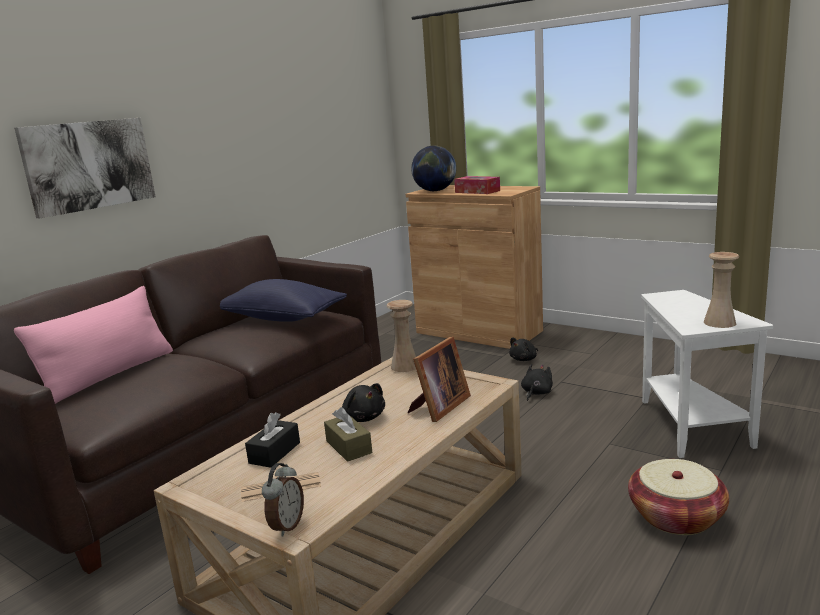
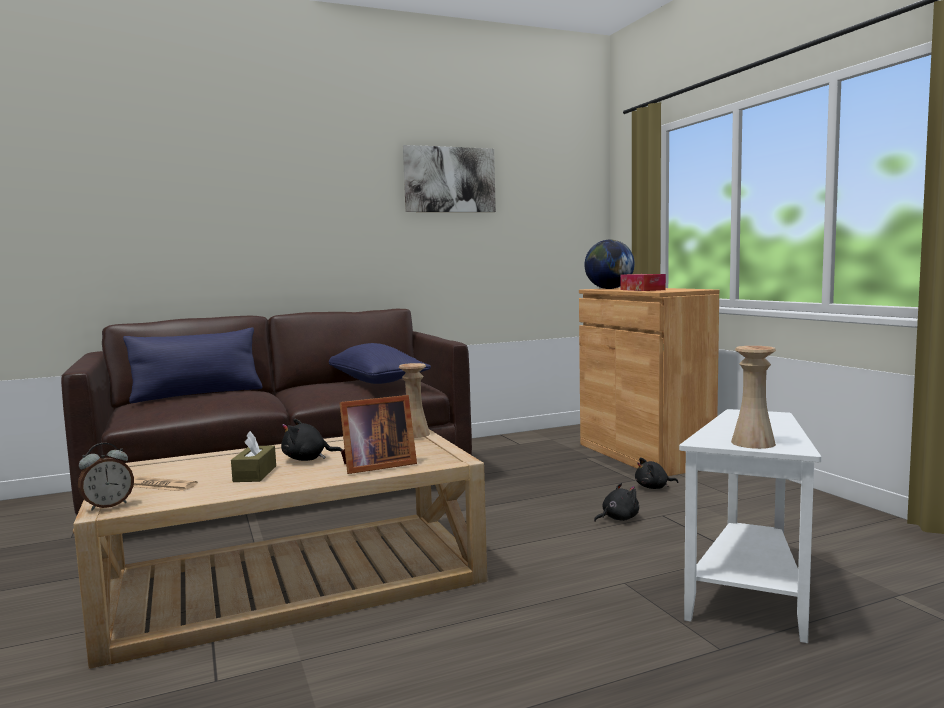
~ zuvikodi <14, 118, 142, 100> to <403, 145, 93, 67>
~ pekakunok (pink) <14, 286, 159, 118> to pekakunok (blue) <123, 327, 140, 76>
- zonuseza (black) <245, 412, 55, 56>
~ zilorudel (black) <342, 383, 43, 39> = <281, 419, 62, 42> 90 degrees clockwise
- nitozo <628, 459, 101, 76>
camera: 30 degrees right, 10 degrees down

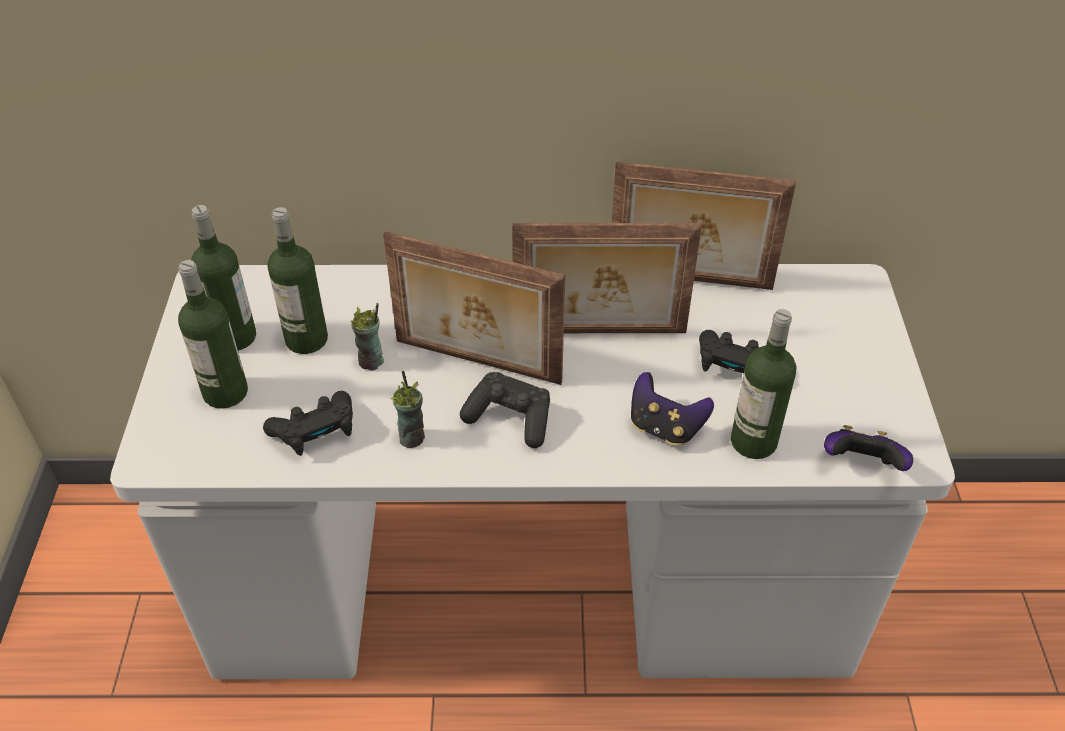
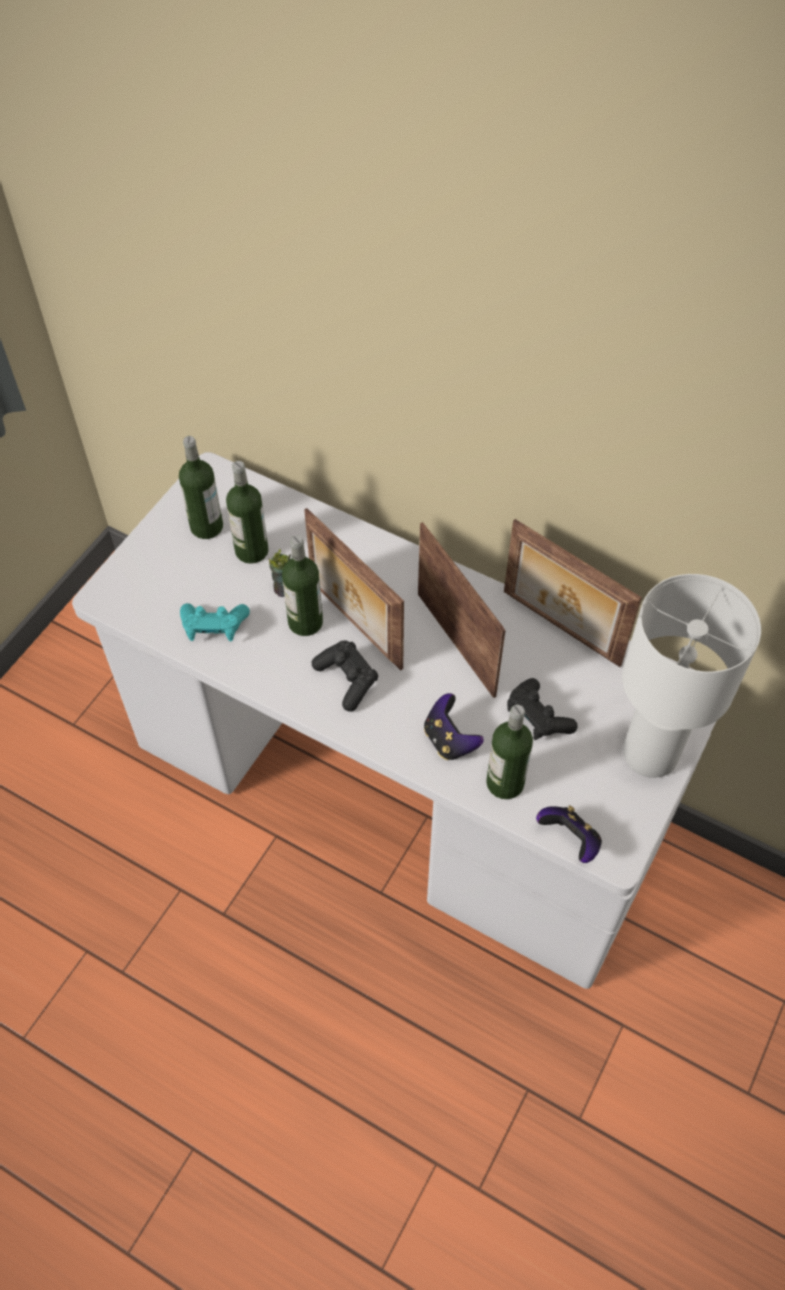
~ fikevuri <178, 260, 70, 149> to <282, 535, 41, 101>
~ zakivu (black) <263, 391, 90, 65> to zakivu (turquoise) <180, 603, 70, 39>
- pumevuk <390, 371, 35, 77>
~ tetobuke <512, 223, 190, 110> = <418, 522, 88, 176> 150 degrees counterclockwise
+ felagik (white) <622, 574, 139, 204>
camera: 30 degrees right, 10 degrees up

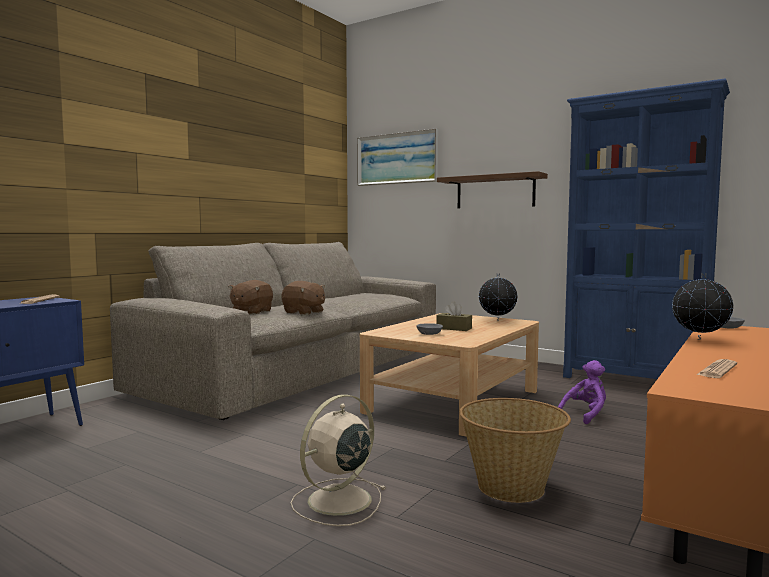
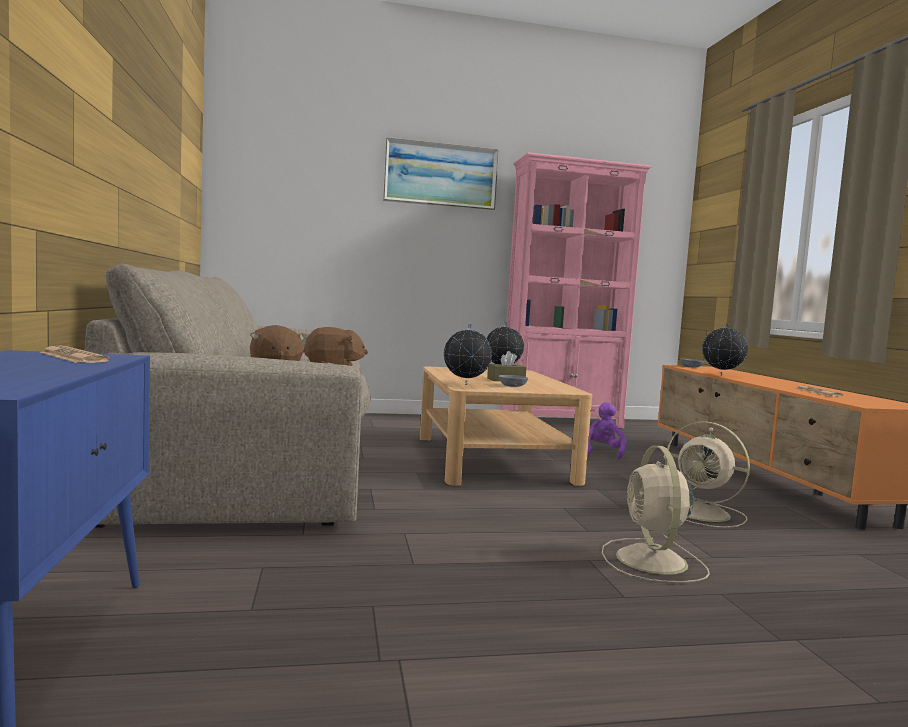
~ zuvikodi <357, 129, 81, 57> to <383, 137, 116, 74>
- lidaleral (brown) <437, 171, 111, 37>
~ nitozo <459, 398, 112, 105> to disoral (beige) <667, 421, 83, 107>
~ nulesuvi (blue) <563, 79, 167, 300> to nulesuvi (pink) <501, 152, 150, 276>
+ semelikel <444, 324, 48, 61>
camera: 45 degrees left, 0 degrees up

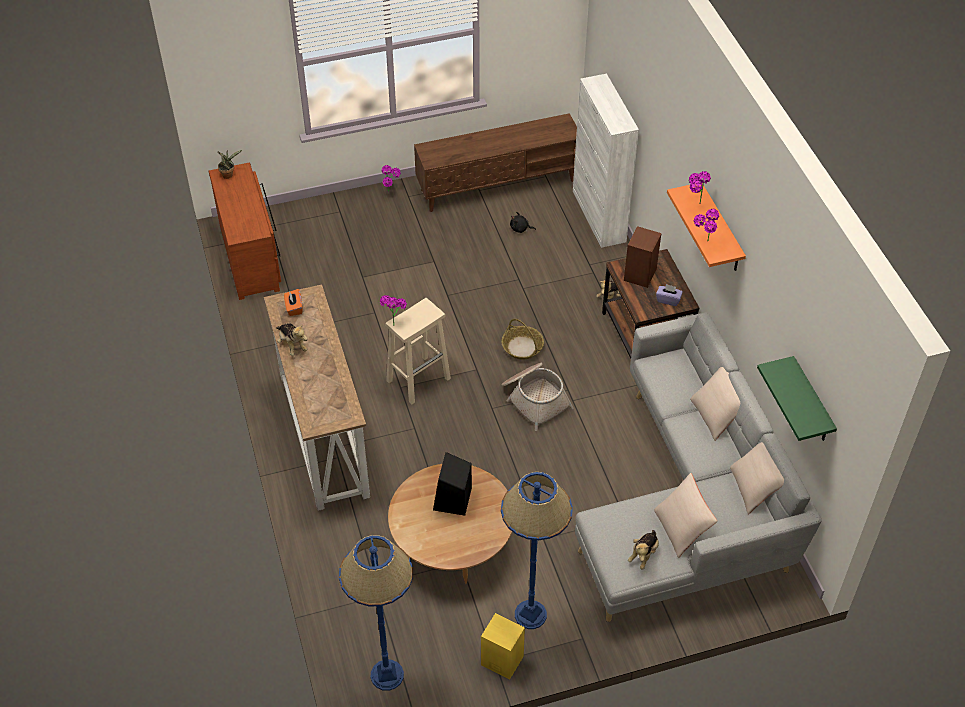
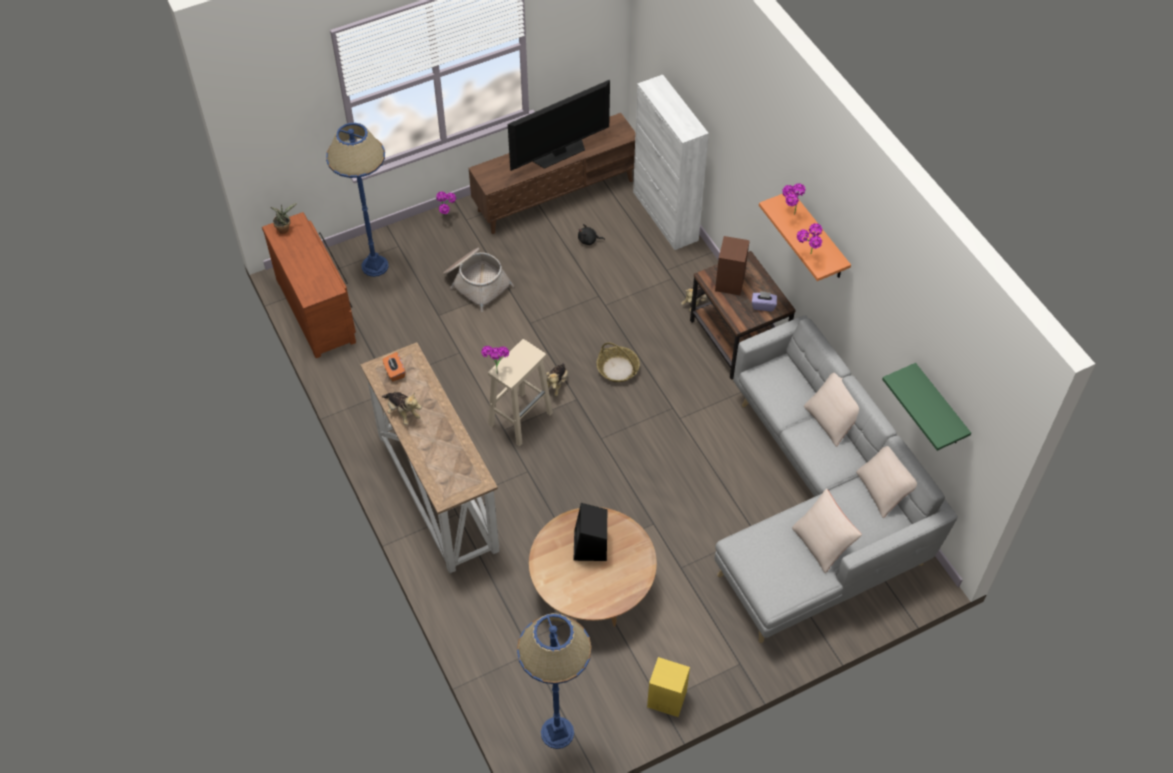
~ nitozo <501, 363, 72, 68> to <443, 248, 71, 64>
~ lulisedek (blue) <501, 472, 72, 157> to <326, 123, 63, 154>
~ zilorudel <628, 530, 31, 39> to <546, 363, 22, 33>
+ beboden <508, 80, 102, 91>
camera: 10 degrees left, 5 degrees up

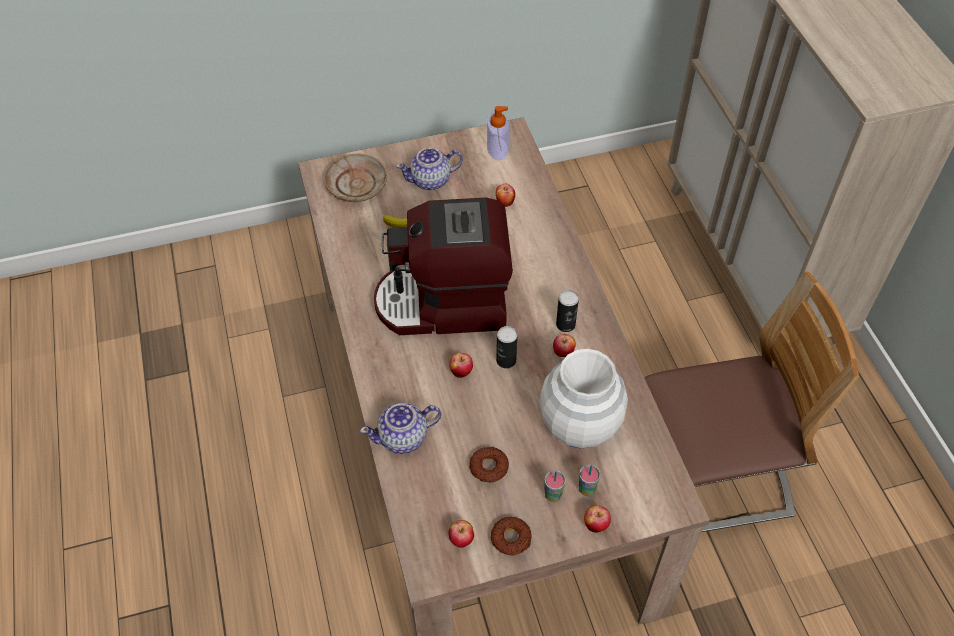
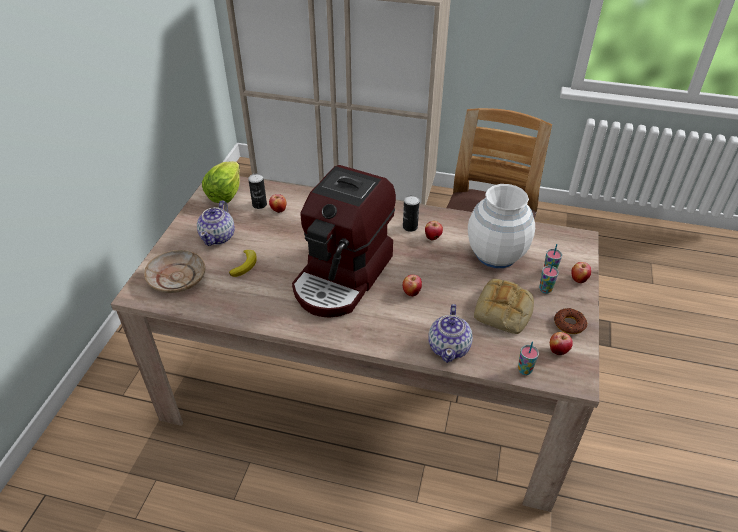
~ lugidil <469, 447, 40, 35> to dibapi <474, 279, 60, 55>
~ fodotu <487, 106, 22, 54> to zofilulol <202, 161, 38, 42>
~ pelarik <496, 326, 21, 43> to <248, 173, 19, 36>
+ pumevuk <518, 342, 21, 33>
camera: 60 degrees left, 10 degrees down

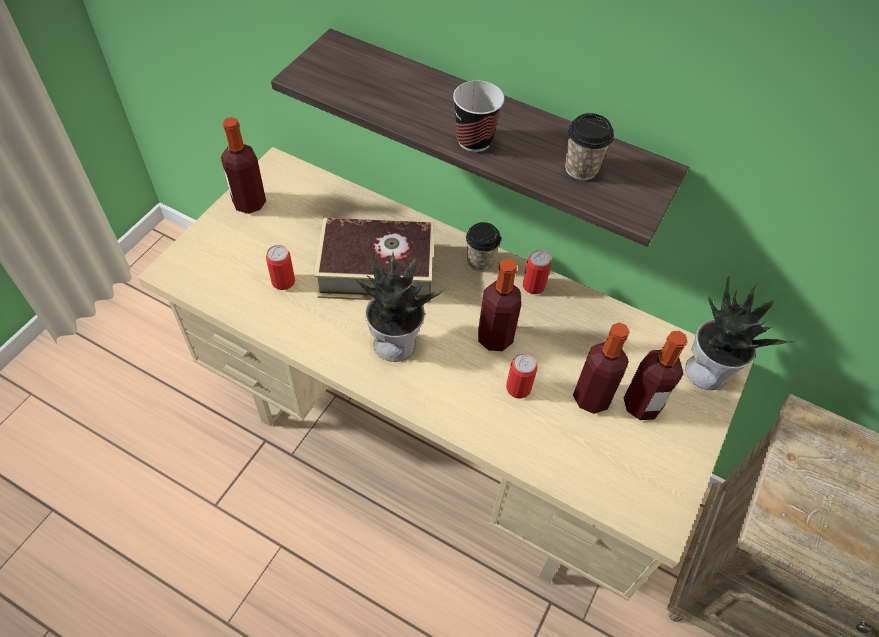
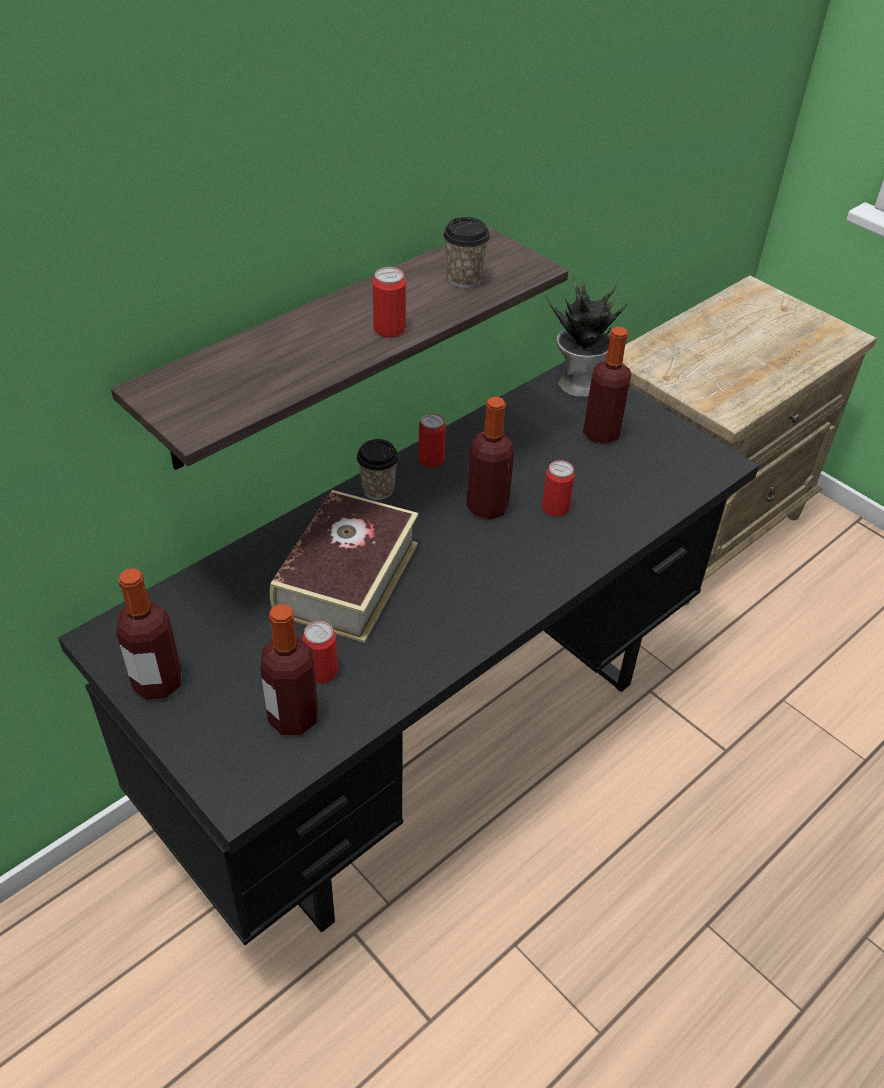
~ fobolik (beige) <138, 147, 615, 454> to fobolik (black) <58, 361, 701, 584>
- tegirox <357, 252, 92, 110>
~ pumevuk <453, 81, 51, 71> to pelarik <373, 267, 33, 71>
~ fikevuri <573, 323, 57, 91> to <260, 604, 58, 131>
camera: 70 degrees left, 10 degrees down

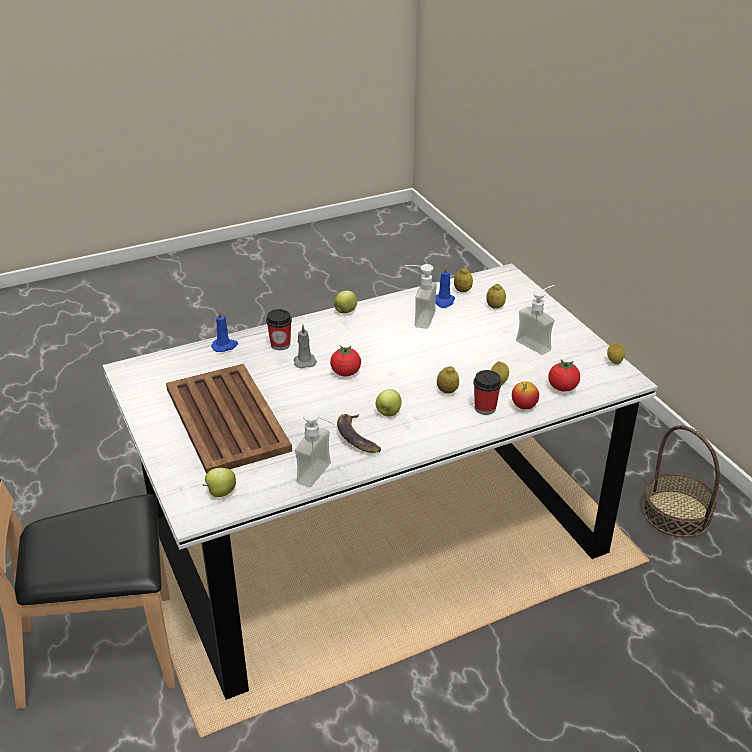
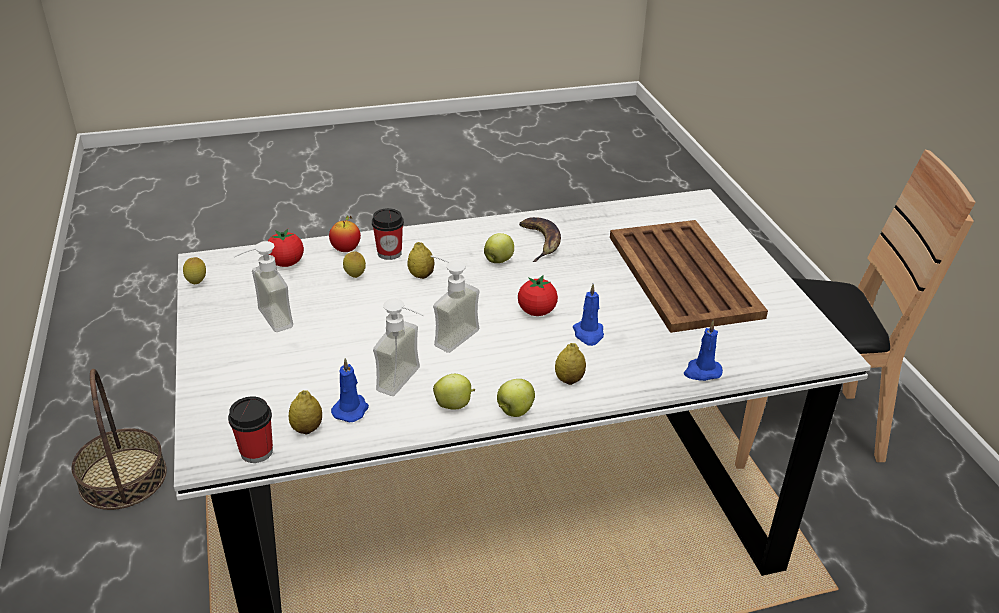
~ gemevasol <203, 468, 33, 29> to <433, 374, 42, 36>
~ pumevuk <266, 309, 26, 41> to <228, 397, 45, 66>
~ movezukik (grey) <294, 325, 23, 43> to movezukik (blue) <573, 284, 31, 62>
~ fodotu <295, 410, 40, 77> to <431, 255, 49, 98>
~ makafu <486, 284, 20, 25> to <555, 343, 31, 42>
camera: 170 degrees left, 0 degrees up

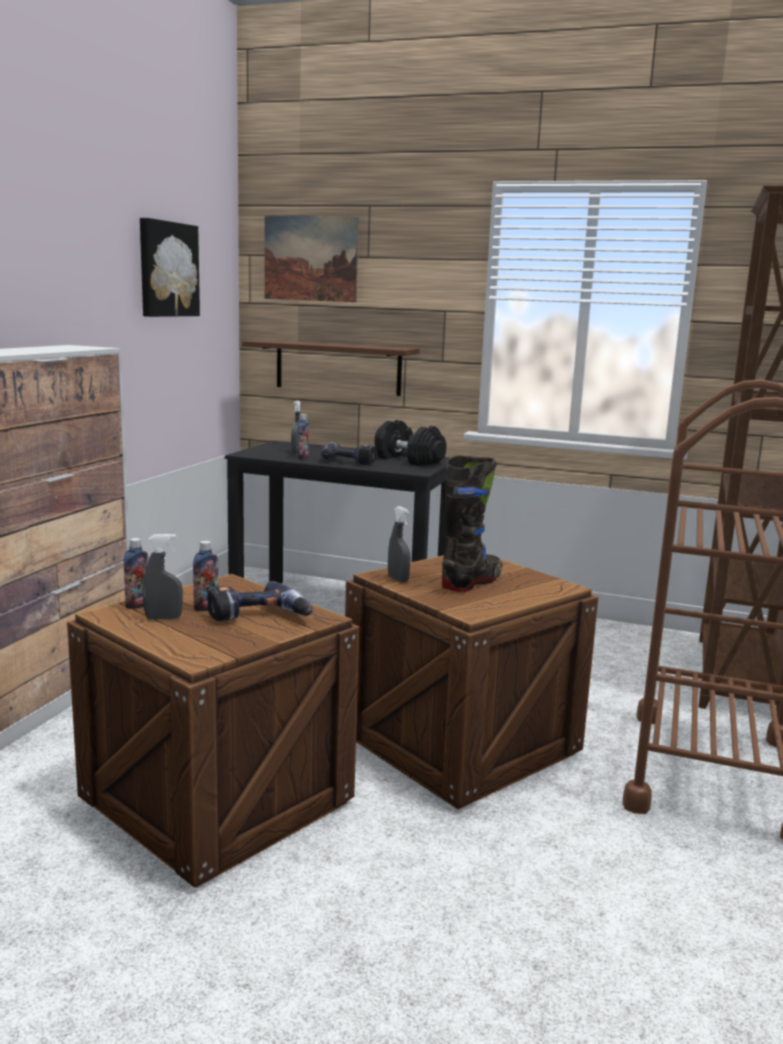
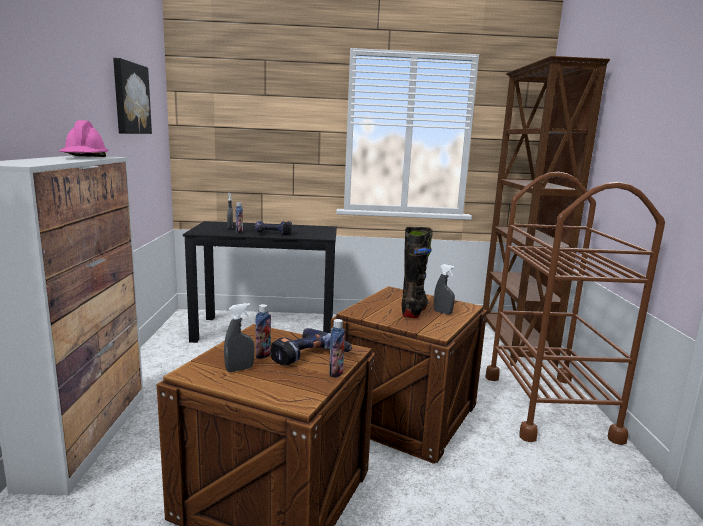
~ fikevuri <124, 538, 24, 71> to <329, 319, 16, 59>
- lidaleral (brown) <242, 340, 178, 56>
- zuvikodi <264, 216, 95, 86>
- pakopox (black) <375, 420, 72, 46>
~ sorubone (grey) <388, 506, 23, 77> to <434, 264, 21, 51>
+ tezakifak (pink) <59, 120, 49, 37>
camera: 20 degrees left, 0 degrees up

